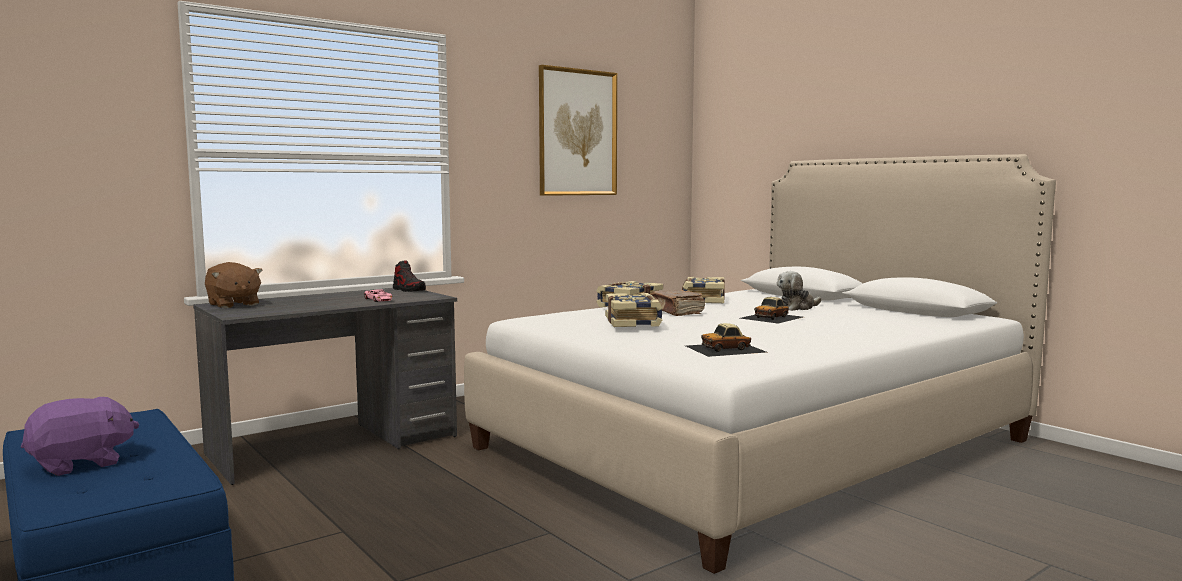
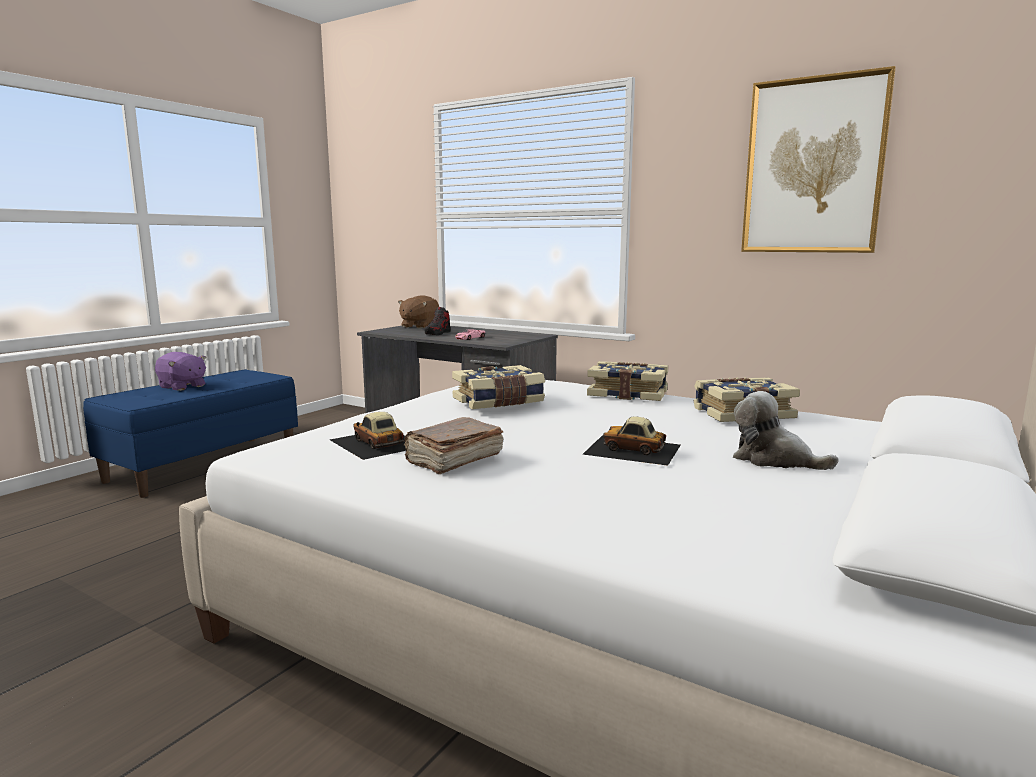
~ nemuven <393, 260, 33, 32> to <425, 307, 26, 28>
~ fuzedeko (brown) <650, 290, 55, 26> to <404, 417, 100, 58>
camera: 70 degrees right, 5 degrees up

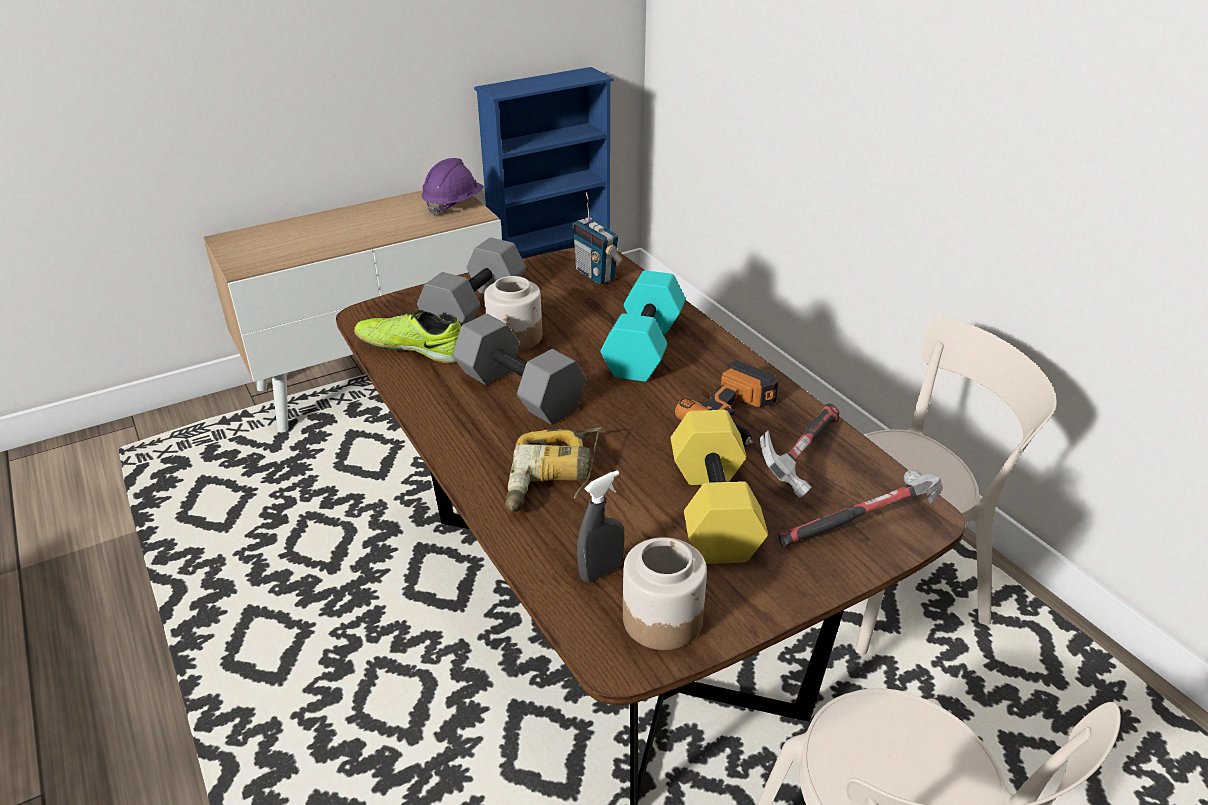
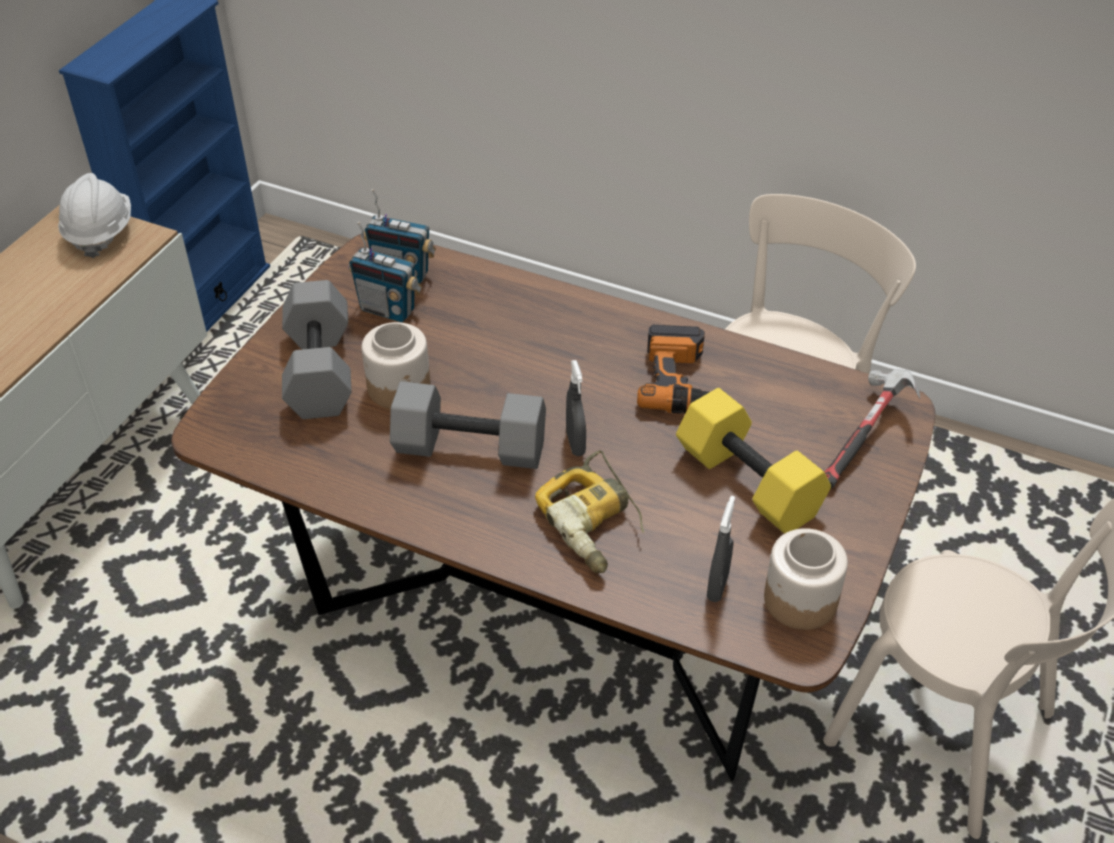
- nemuven <354, 310, 107, 53>
~ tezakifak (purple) <422, 158, 62, 58> to tezakifak (white) <58, 173, 73, 85>
- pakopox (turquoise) <600, 270, 85, 112>
- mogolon <760, 404, 80, 94>
+ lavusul <348, 222, 75, 100>
+ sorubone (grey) <566, 360, 20, 96>
camera: 35 degrees left, 10 degrees up

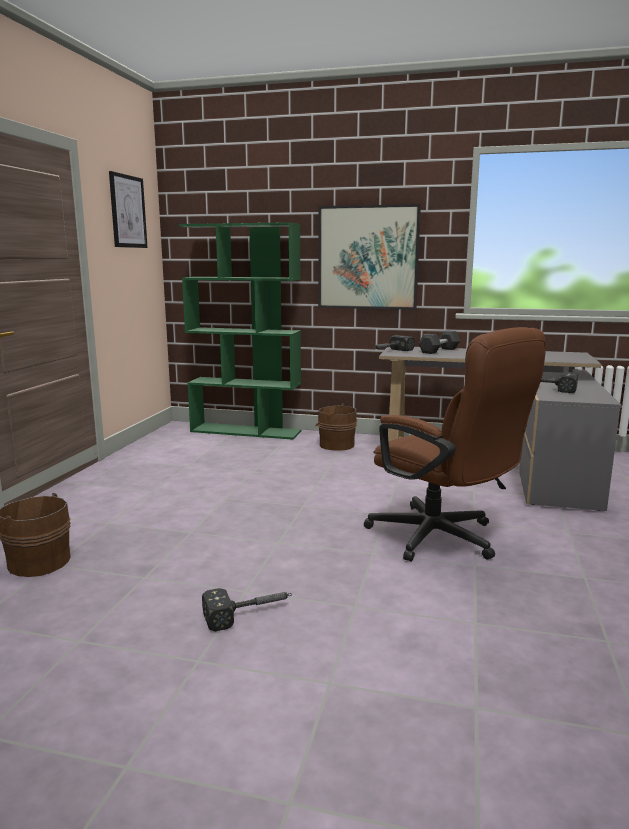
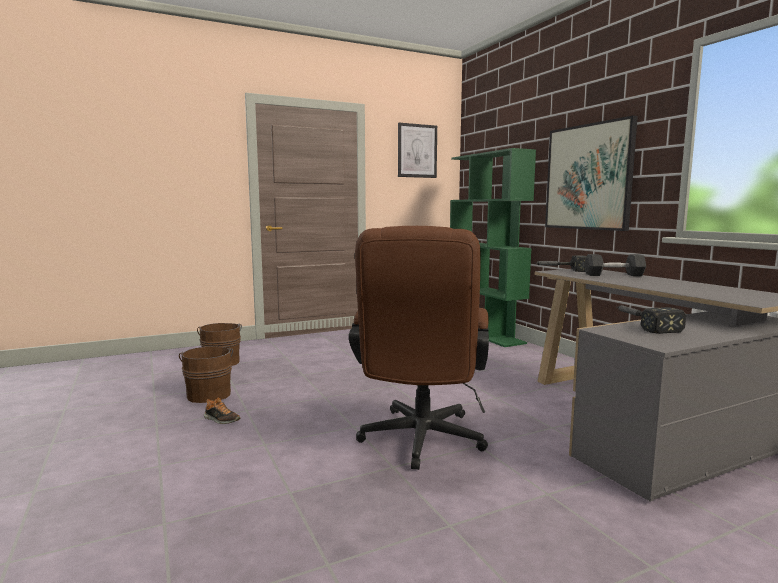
~ mogolon <202, 588, 90, 43> to nemuven <204, 397, 37, 27>
~ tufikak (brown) <315, 404, 42, 47> to <179, 347, 54, 56>
camera: 50 degrees right, 5 degrees down

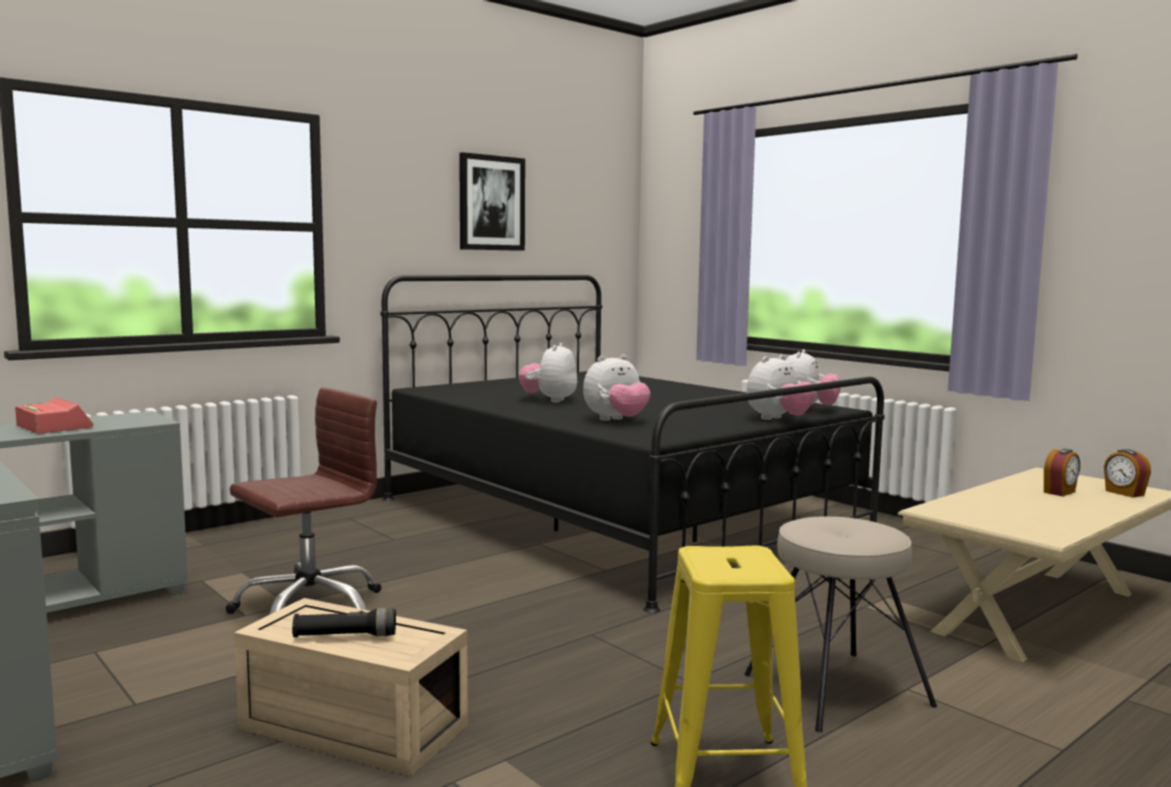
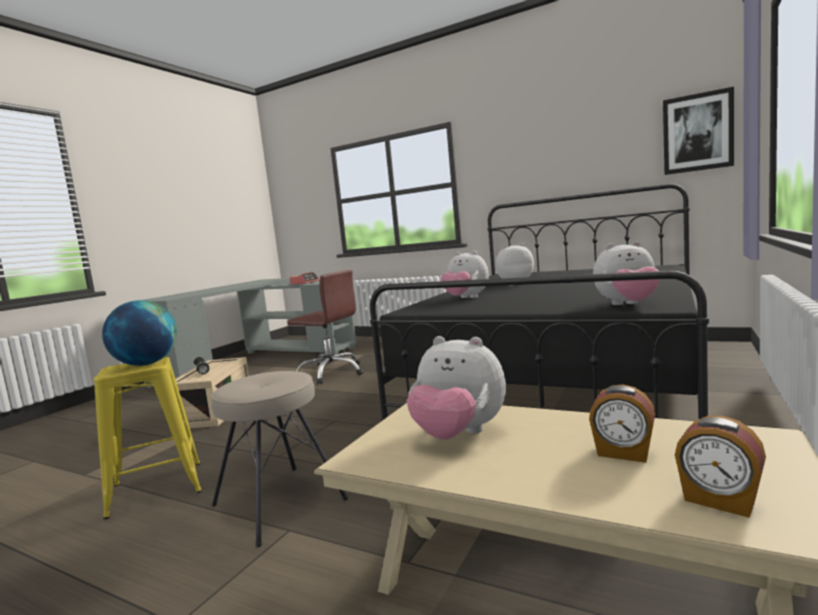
~ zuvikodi <459, 152, 66, 99> to <663, 87, 71, 88>
~ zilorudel <746, 355, 70, 65> to <407, 336, 99, 104>
~ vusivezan <1104, 449, 47, 49> = <675, 416, 91, 102> 90 degrees counterclockwise
+ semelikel <102, 300, 75, 66>
camera: 70 degrees right, 0 degrees up

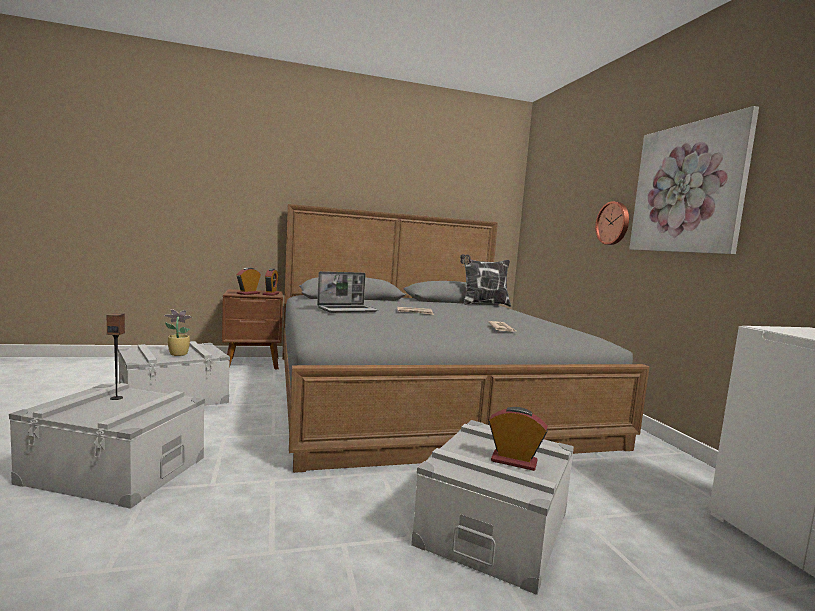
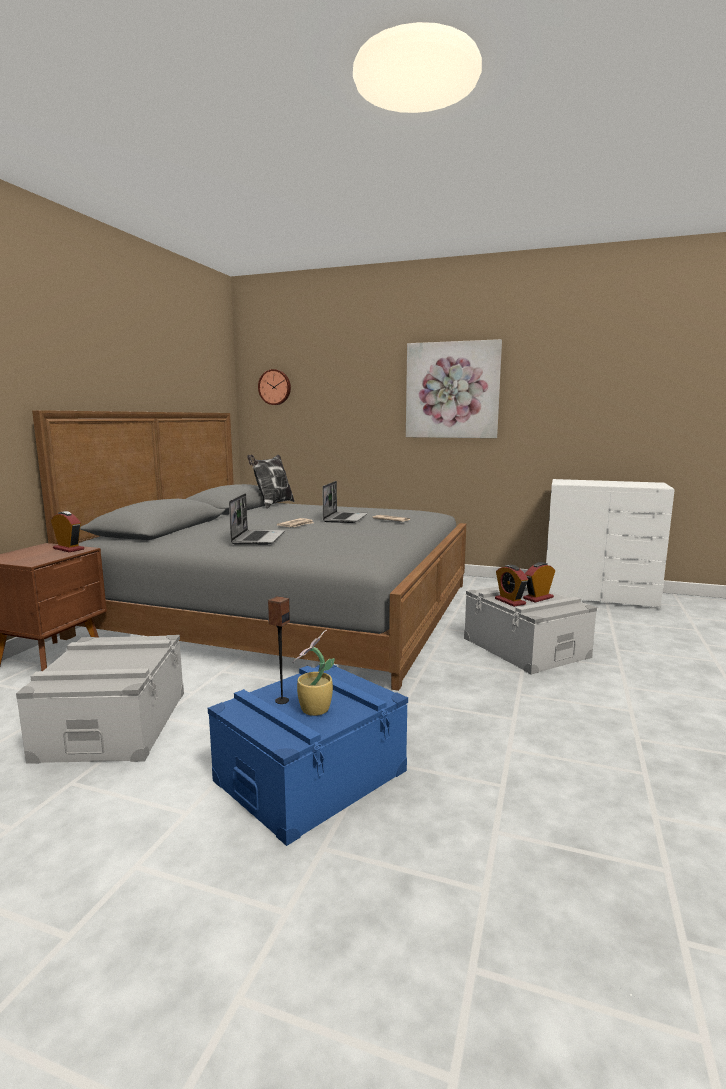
~ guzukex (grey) <9, 383, 196, 126> to guzukex (blue) <208, 664, 200, 182>
~ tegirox <164, 309, 28, 47> to <293, 630, 42, 86>
~ vusivezan <236, 267, 25, 28> to <495, 565, 33, 42>
~ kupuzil <595, 201, 34, 44> to <258, 369, 33, 36>
+ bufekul <323, 481, 45, 42>
camera: 55 degrees left, 5 degrees up

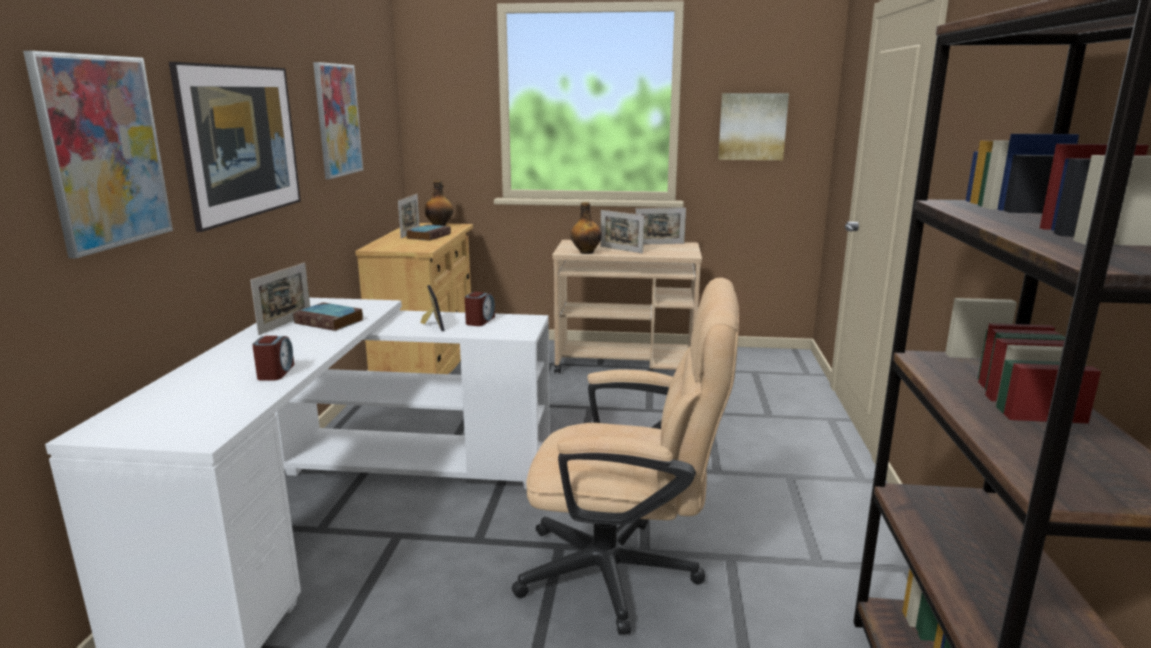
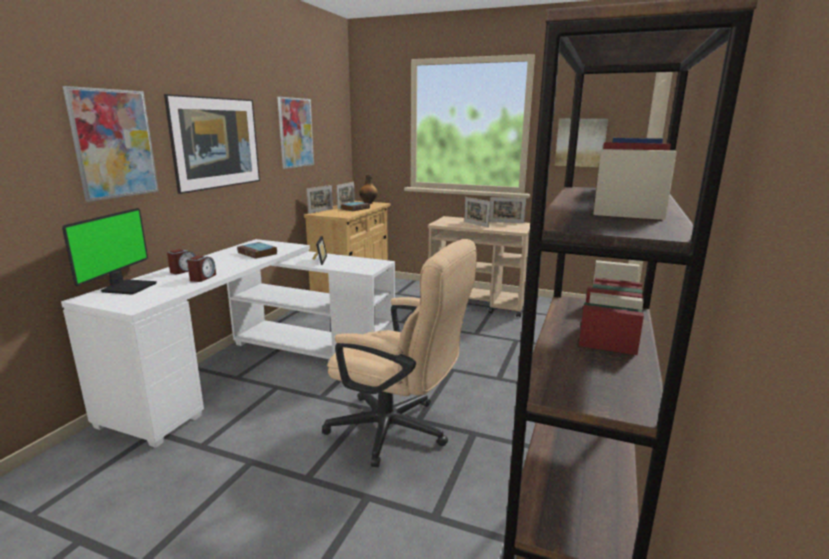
~ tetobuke <250, 263, 60, 72> to <307, 185, 26, 29>
~ vusivezan <465, 292, 30, 34> to <167, 249, 29, 25>
- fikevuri <570, 202, 32, 52>
+ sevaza <62, 208, 95, 87>
camera: 15 degrees right, 0 degrees up

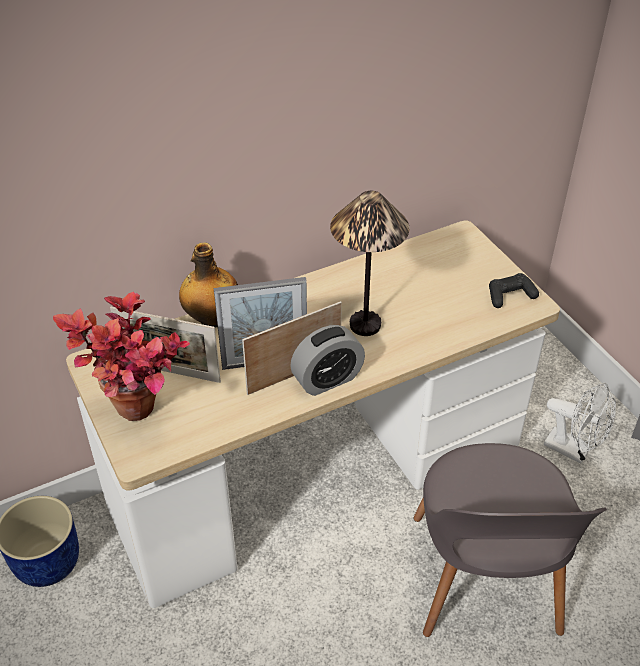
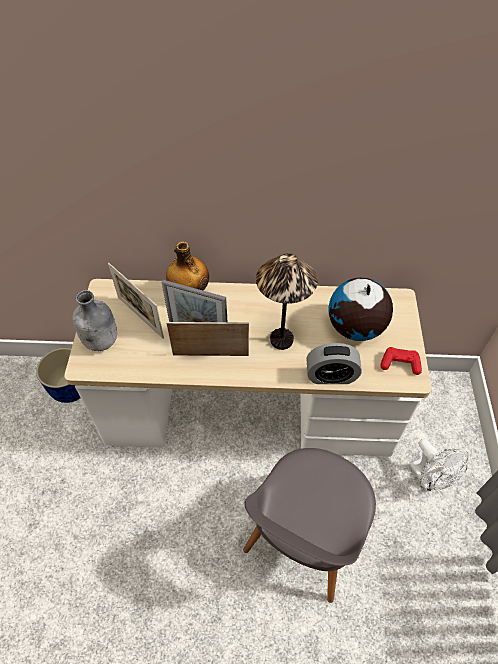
~ tegirox <53, 292, 137, 129> to fikevuri (grey) <72, 290, 45, 61>
~ vusivezan <290, 325, 75, 71> to <306, 343, 56, 41>
~ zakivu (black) <489, 273, 50, 35> to zakivu (red) <380, 347, 42, 28>
+ semelikel <329, 278, 64, 63>
camera: 30 degrees right, 10 degrees up

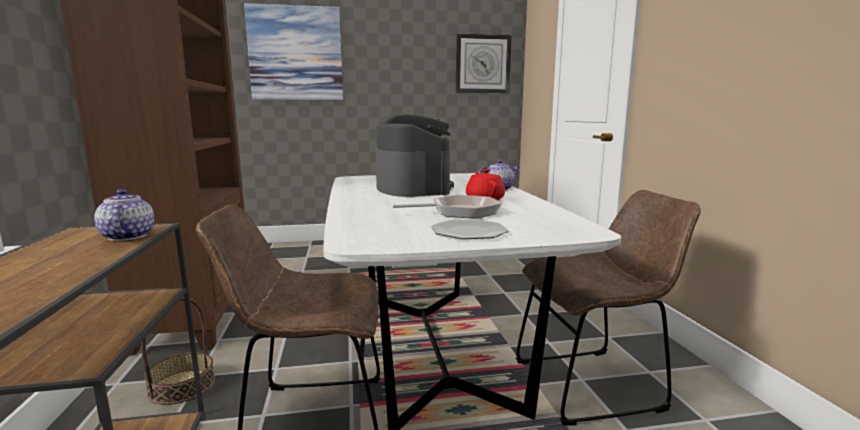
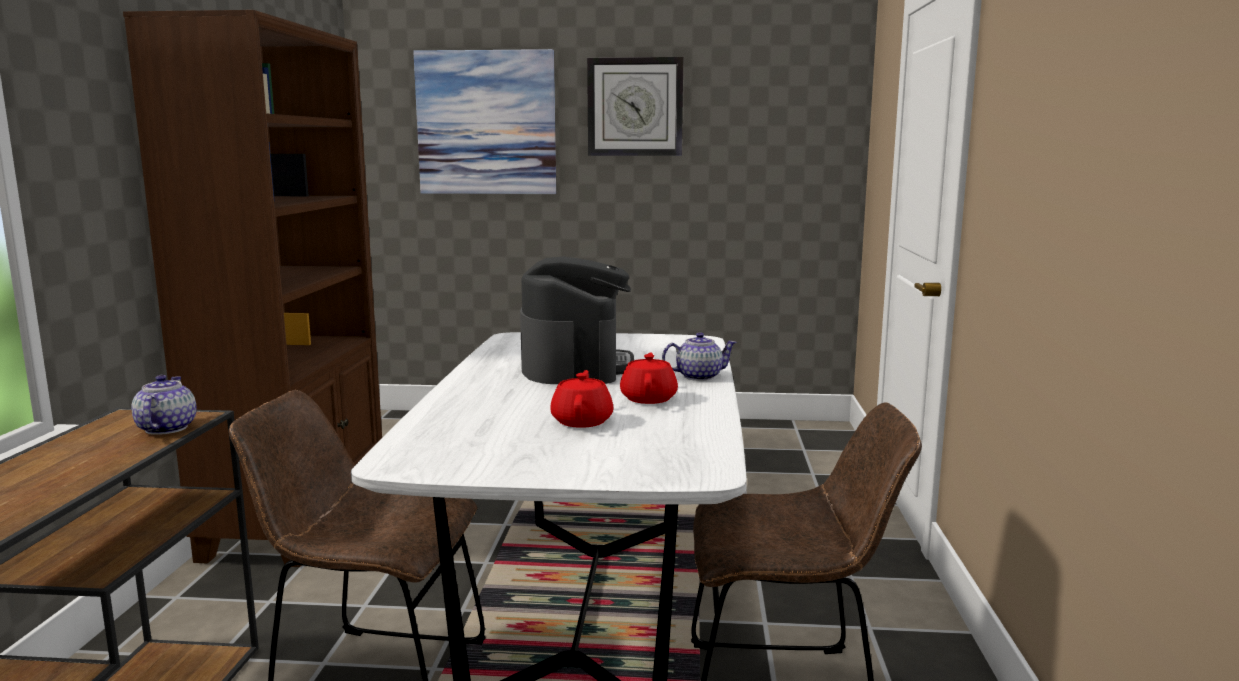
- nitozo <141, 297, 74, 108>
~ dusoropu <393, 195, 109, 23> to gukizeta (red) <550, 370, 64, 58>
- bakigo <431, 219, 77, 20>
~ kupuzil <456, 33, 55, 60> to <587, 57, 96, 99>
camera: 15 degrees right, 0 degrees up

